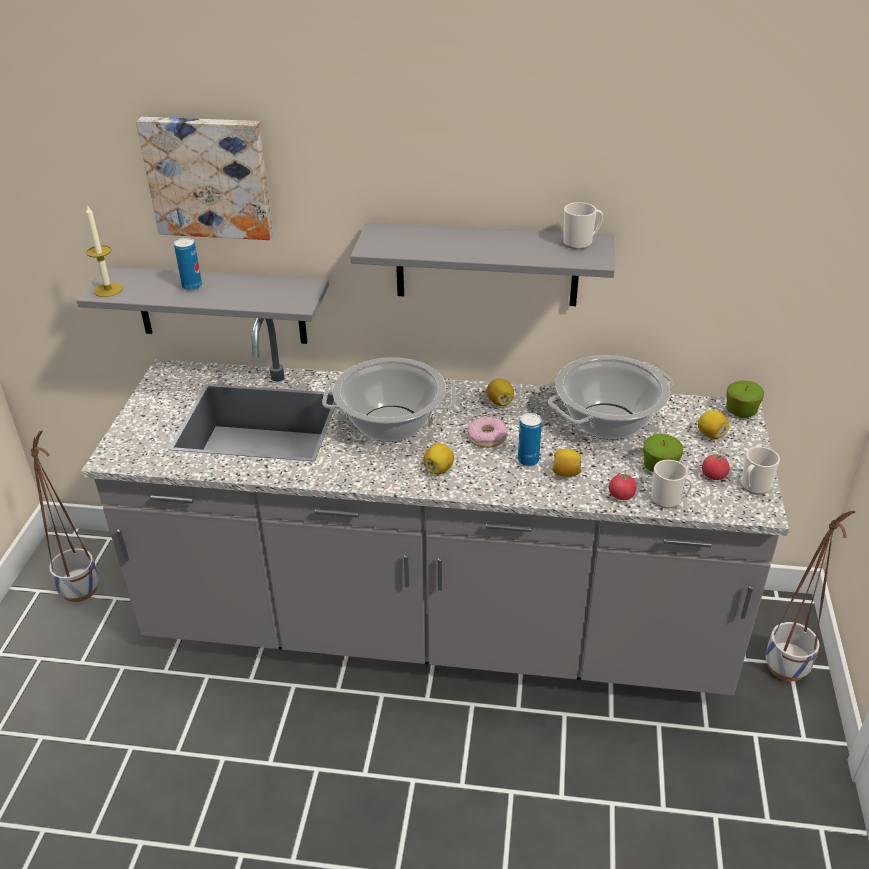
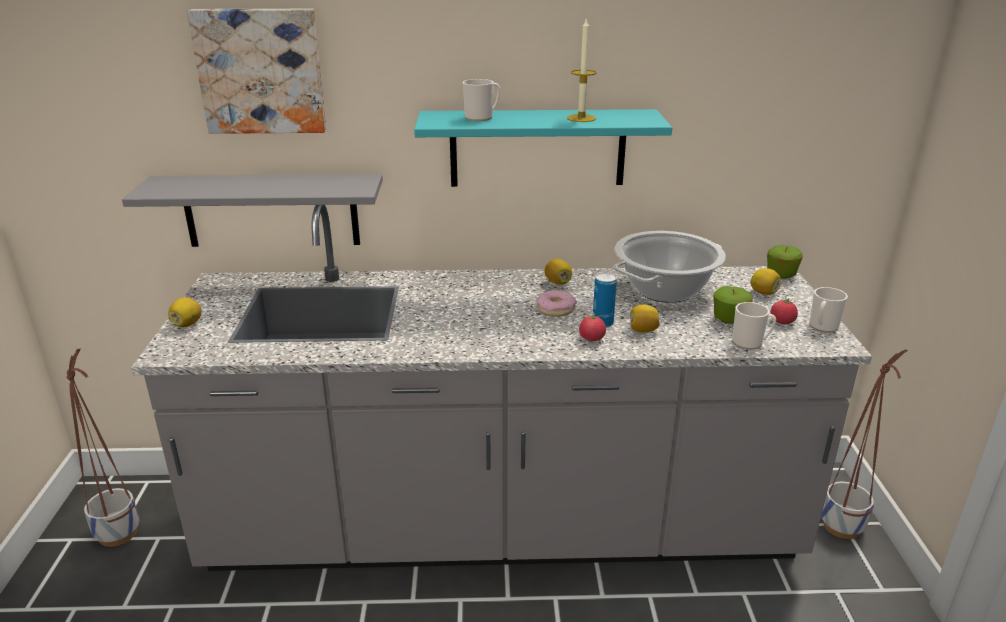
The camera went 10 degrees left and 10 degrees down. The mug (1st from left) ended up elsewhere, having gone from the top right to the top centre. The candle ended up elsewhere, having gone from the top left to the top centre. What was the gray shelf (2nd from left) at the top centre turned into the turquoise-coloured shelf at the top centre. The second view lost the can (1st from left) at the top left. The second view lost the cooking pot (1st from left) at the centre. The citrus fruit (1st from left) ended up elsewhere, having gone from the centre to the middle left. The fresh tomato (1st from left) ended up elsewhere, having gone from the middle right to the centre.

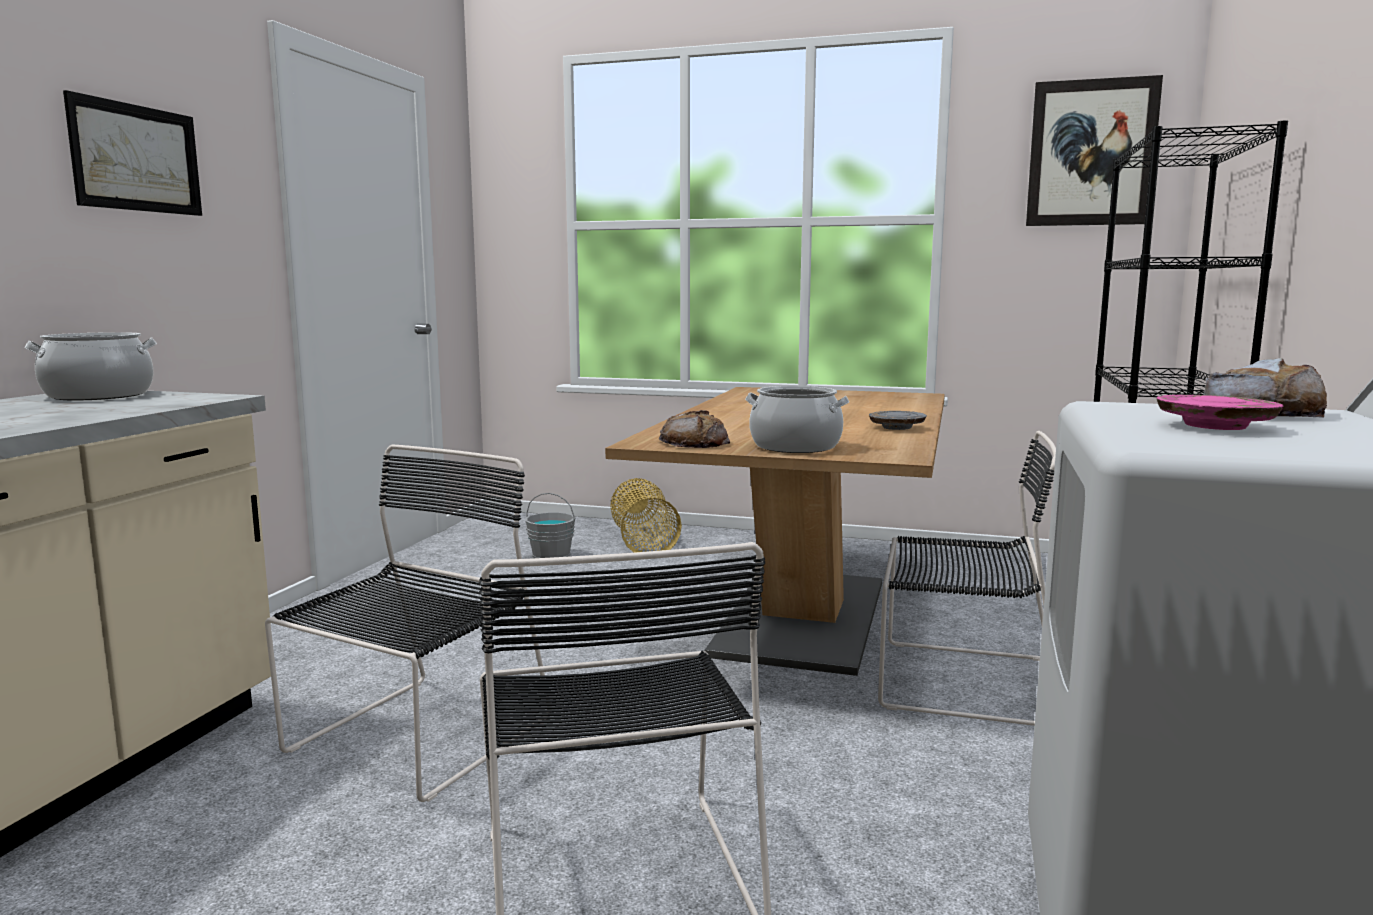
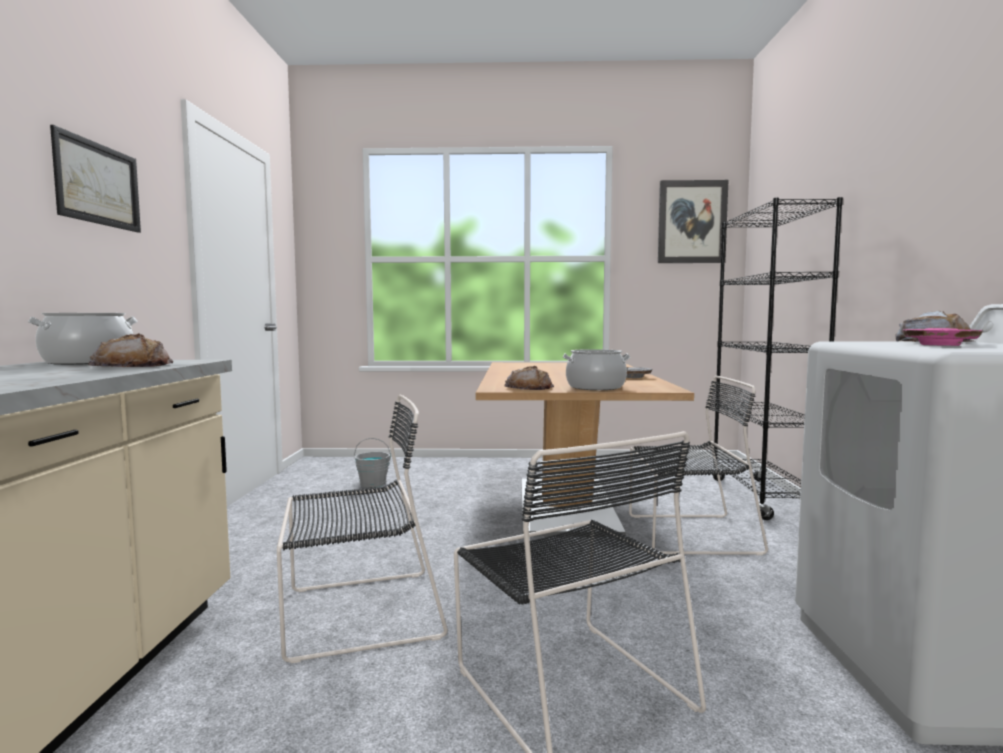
The camera went 15 degrees left and 5 degrees down. The black-coloured plain chair (1st from left) at the bottom left ended up facing another way, 60 degrees clockwise from before. The second view lost the household basket at the centre. The second view gained the bread (1st from left) at the middle left.

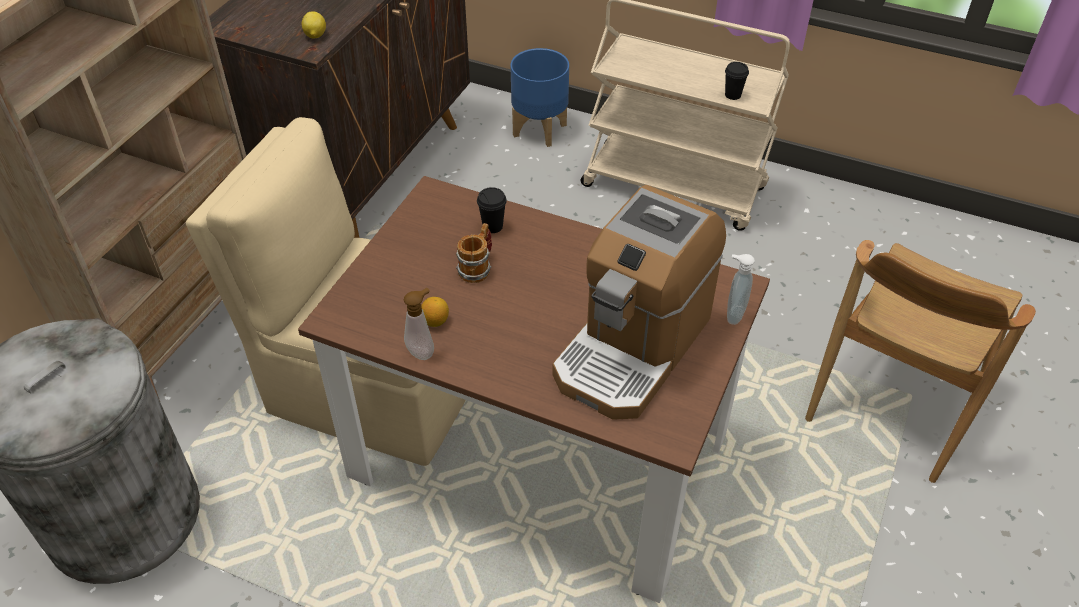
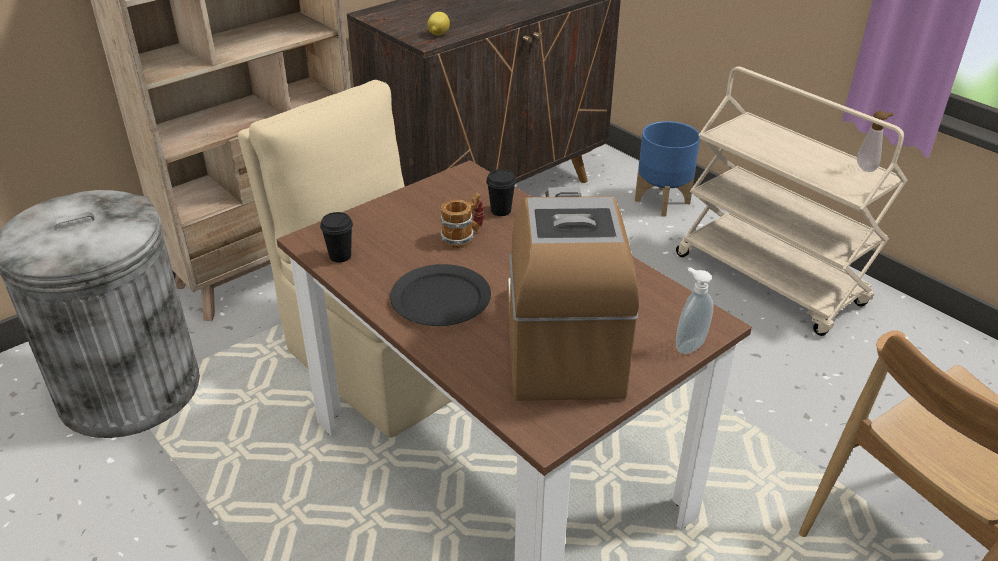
The camera went 25 degrees right and 10 degrees down. The black-coloured drinking cup (2nd from left in the first image) ended up elsewhere, having gone from the top right to the centre. The coffee maker at the centre ended up facing another way, 120 degrees clockwise from before. The soap bottle (1st from left in the first image) ended up elsewhere, having gone from the centre to the top right. The second view lost the citrus fruit (2nd from left) at the centre. The second view gained the black-coloured flat dish at the centre.

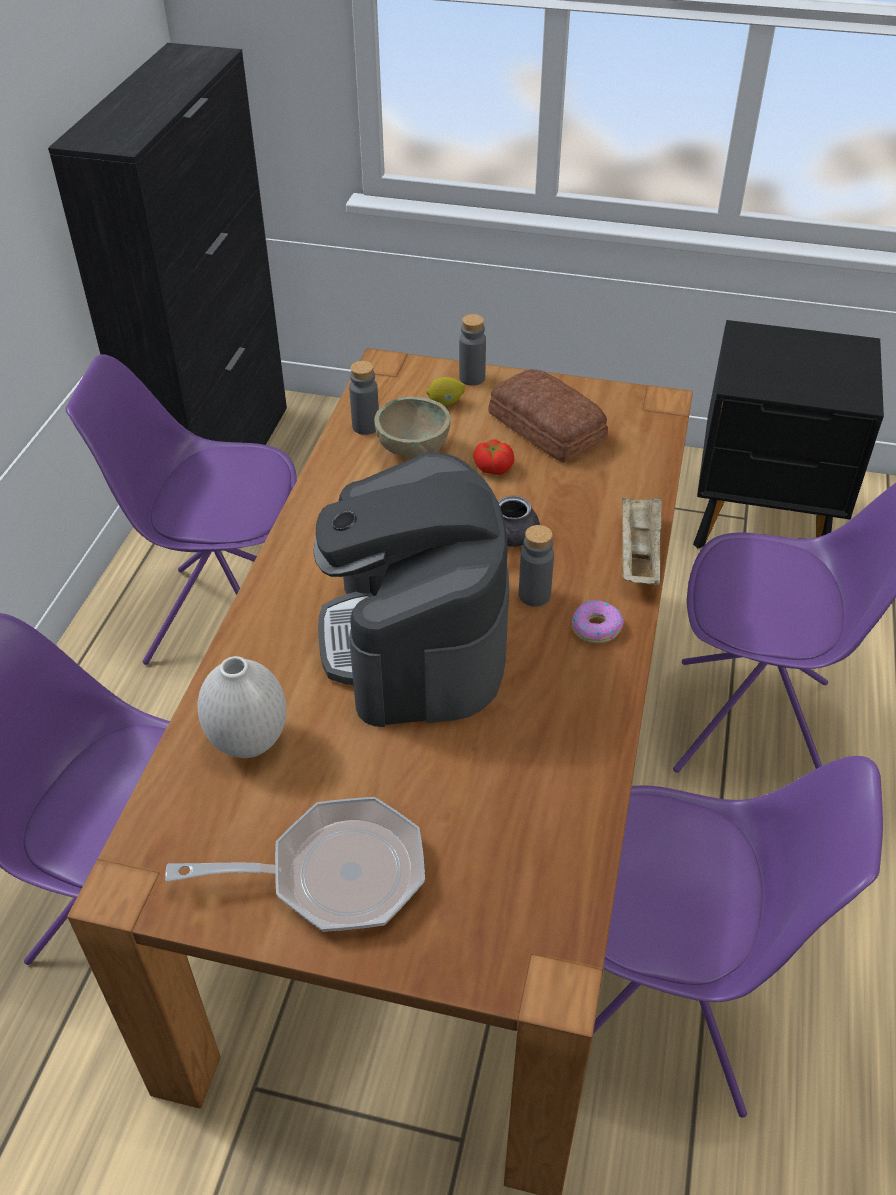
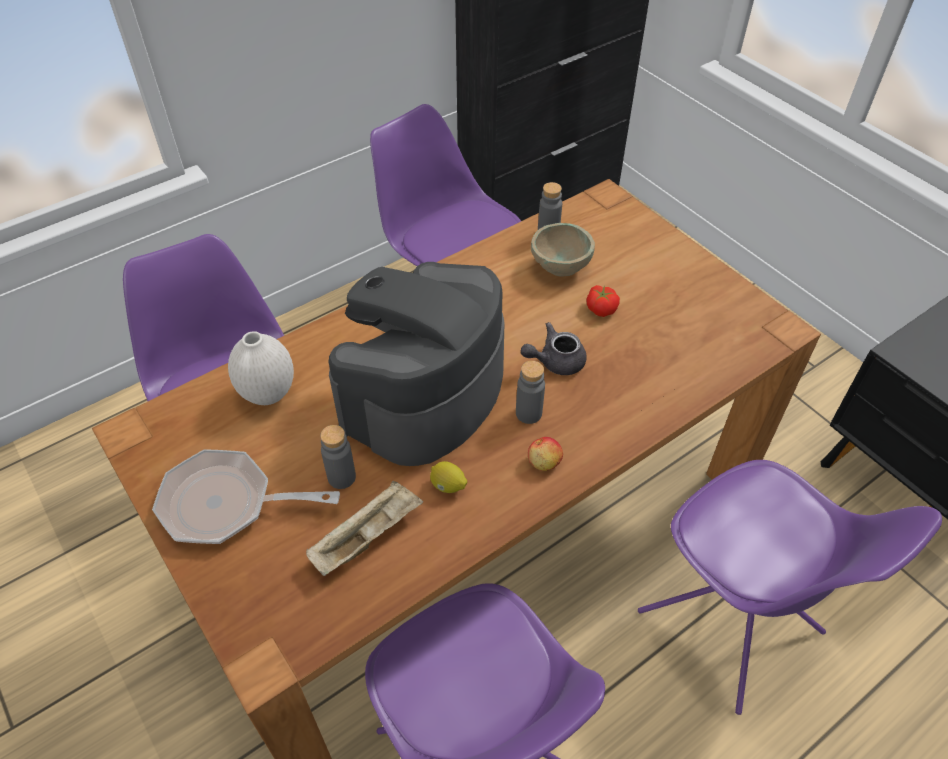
The camera went 40 degrees right and 5 degrees up. The gray beverage bottle (2nd from left in the first image) ended up elsewhere, having gone from the top centre to the centre. The second view lost the bread at the centre. The citrus fruit ended up elsewhere, having gone from the top centre to the centre. The beige-coloured serving tray ended up elsewhere, having gone from the middle right to the bottom centre. Where the ring doughnut stood at the middle right, the apple fruit came to stand at the centre. The frying pan at the bottom left ended up facing another way, 150 degrees clockwise from before.

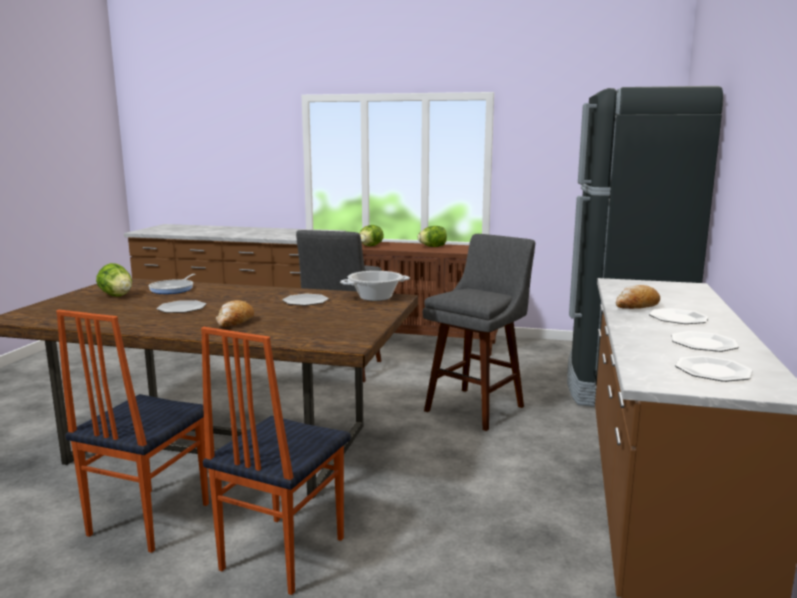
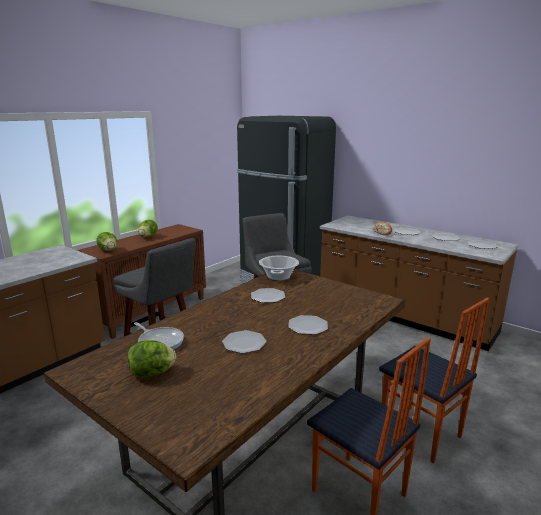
The camera went 65 degrees left and 5 degrees up. Where the bread (1st from left) stood at the middle left, the flat dish (3rd from left) came to stand at the centre.

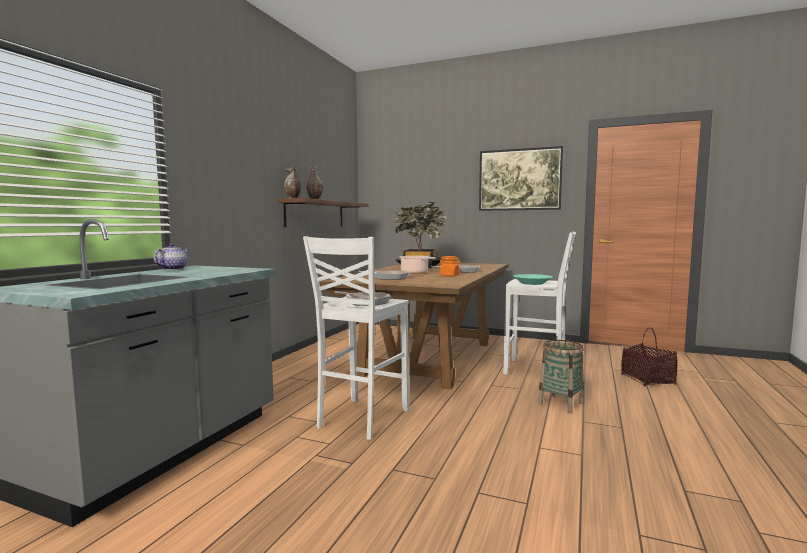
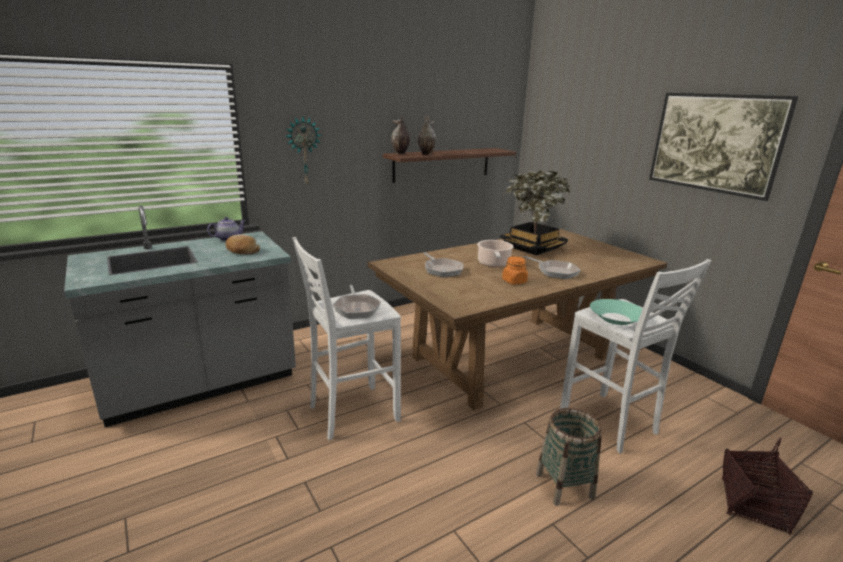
The camera went 35 degrees right and 15 degrees up. The second view gained the hanging clock at the top centre. The second view gained the bread at the middle left.

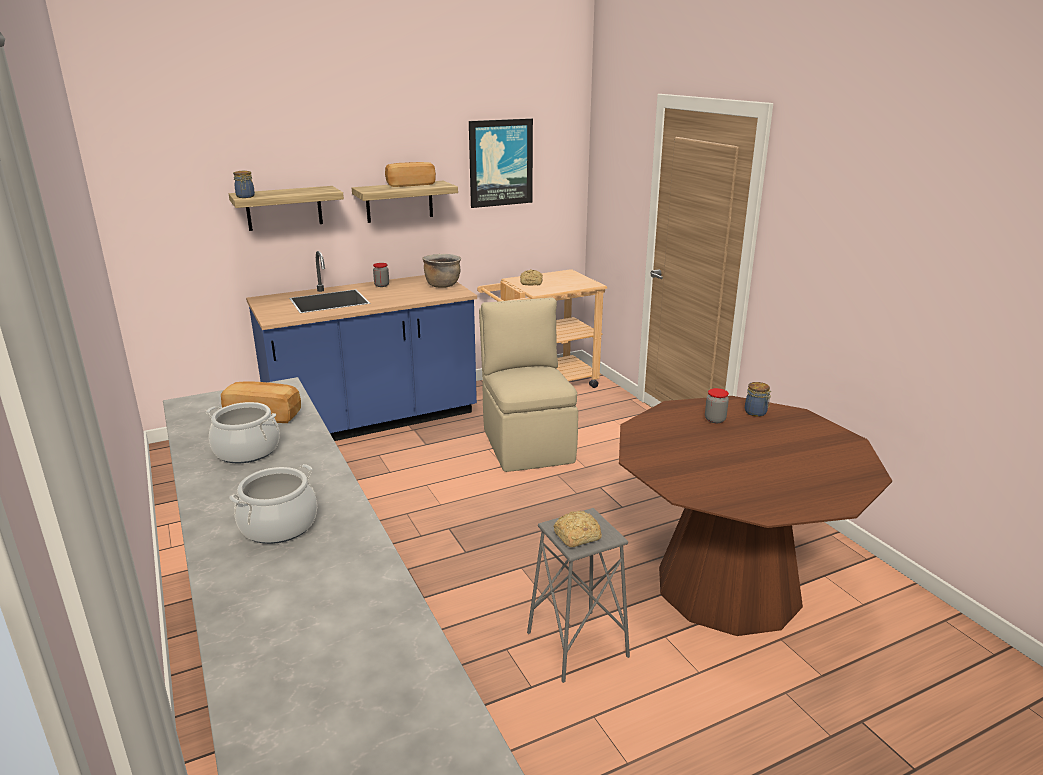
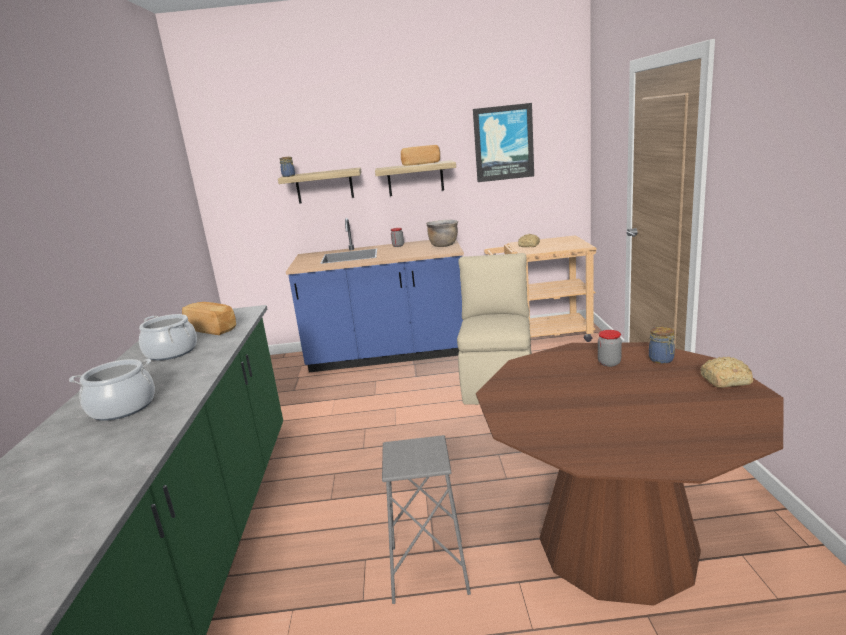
The camera went 25 degrees right and 5 degrees down. The bread (4th from left) ended up elsewhere, having gone from the bottom centre to the middle right.

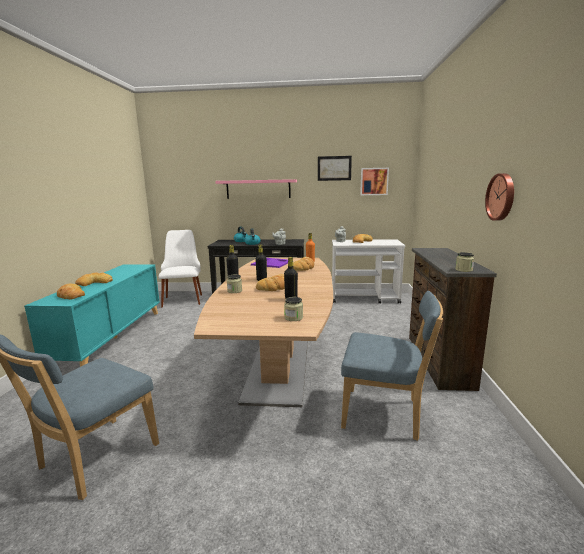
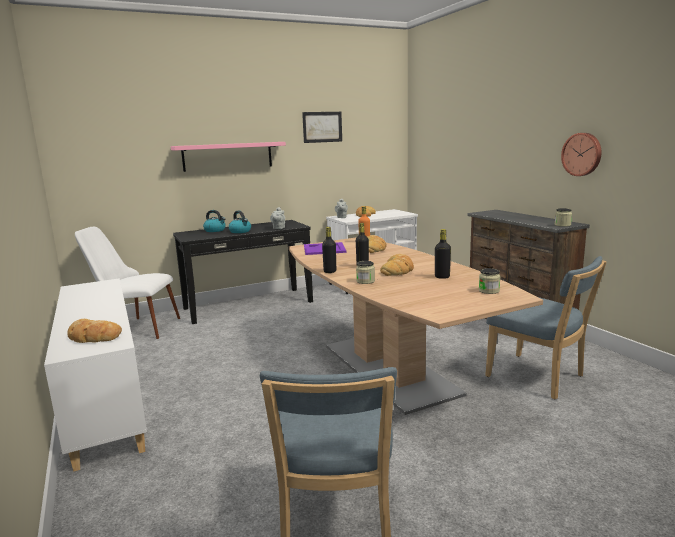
The camera went 30 degrees left and 0 degrees up. The second view lost the wall art (2nd from left) at the top centre. The white-coloured plain chair at the middle left ended up facing another way, 45 degrees counterclockwise from before. What was the turquoise-coloured storage cabinet at the middle left turned into the white-coloured storage cabinet at the bottom left. The second view lost the bread (2nd from left) at the middle left. The blue-coloured plain chair (2nd from left) at the middle right ended up facing another way, 60 degrees clockwise from before.

